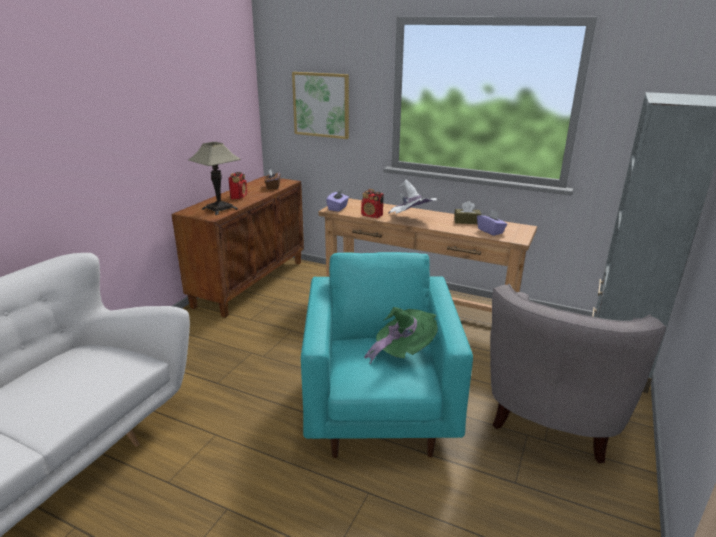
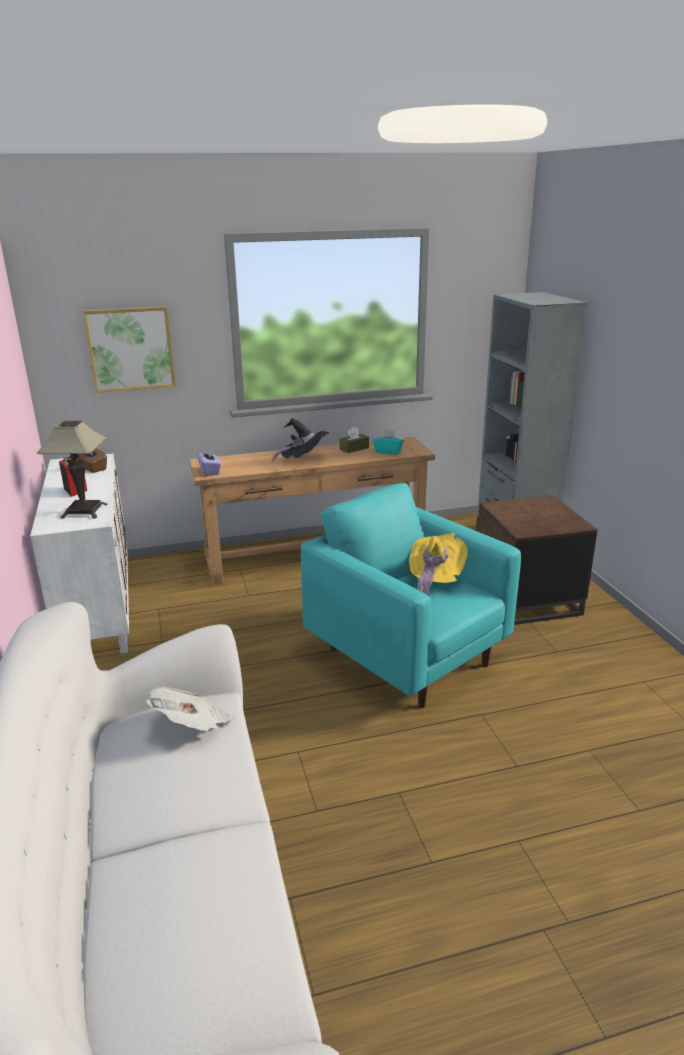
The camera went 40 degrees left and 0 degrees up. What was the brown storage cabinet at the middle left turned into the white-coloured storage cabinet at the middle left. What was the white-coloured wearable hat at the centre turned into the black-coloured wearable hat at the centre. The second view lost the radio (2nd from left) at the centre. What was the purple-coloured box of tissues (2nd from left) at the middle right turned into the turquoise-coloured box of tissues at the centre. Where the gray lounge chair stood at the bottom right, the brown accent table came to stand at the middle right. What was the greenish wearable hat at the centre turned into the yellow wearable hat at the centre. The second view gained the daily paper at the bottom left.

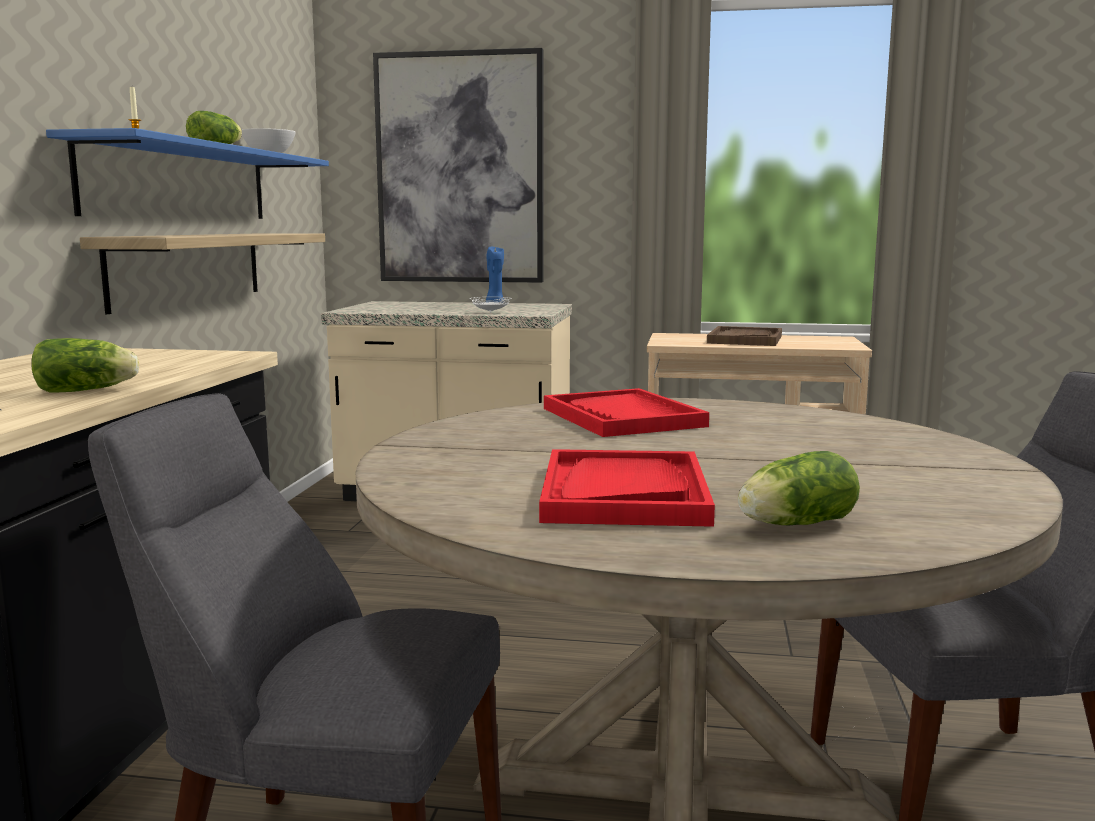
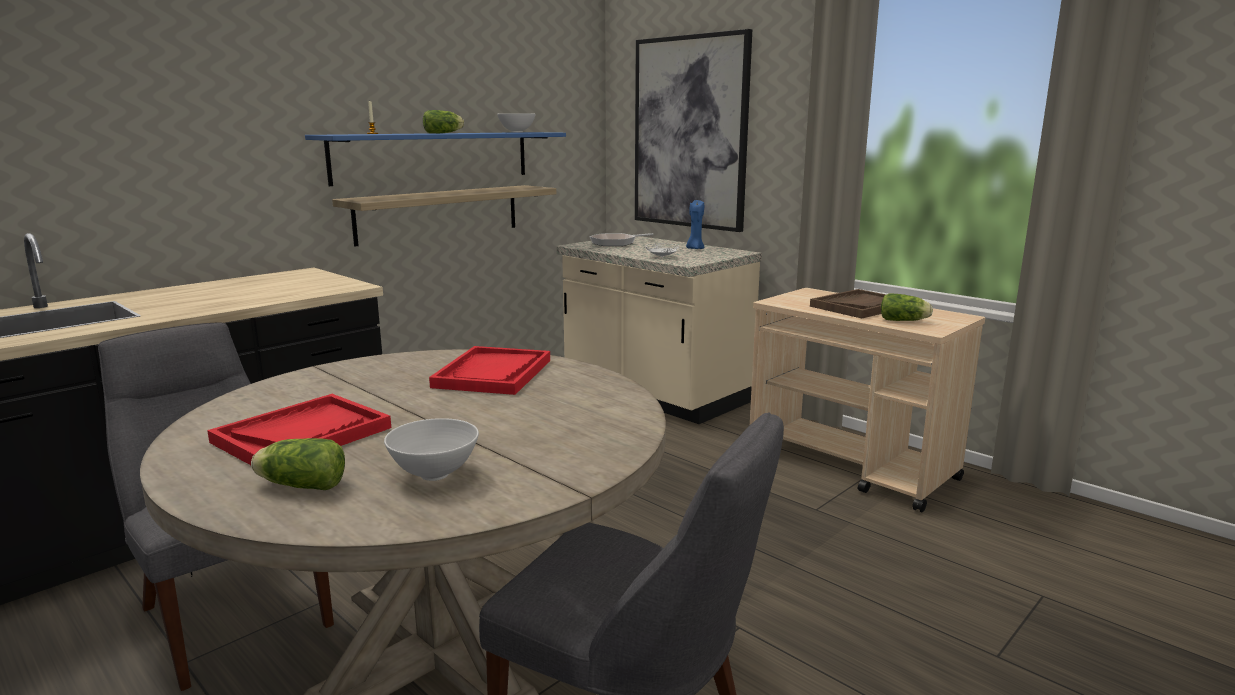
The camera went 35 degrees right and 5 degrees up. The head of lettuce (1st from left in the first image) ended up elsewhere, having gone from the middle left to the middle right. The second view gained the frying pan at the centre. The second view gained the white-coloured deep dish (1st from left) at the centre.

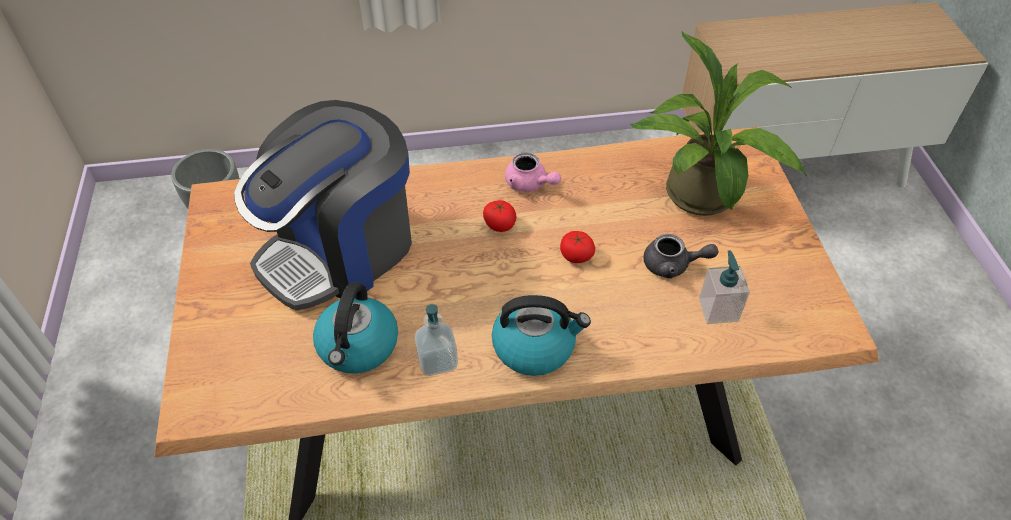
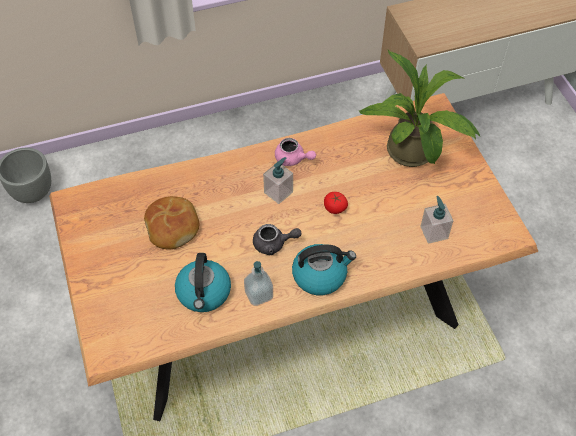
The camera went 10 degrees left and 5 degrees up. Where the coffee maker stood at the middle left, the bread came to stand at the middle left. Where the fresh tomato (1st from left) stood at the centre, the soap bottle (2nd from left) came to stand at the centre. The gray pot for tea ended up elsewhere, having gone from the middle right to the centre.

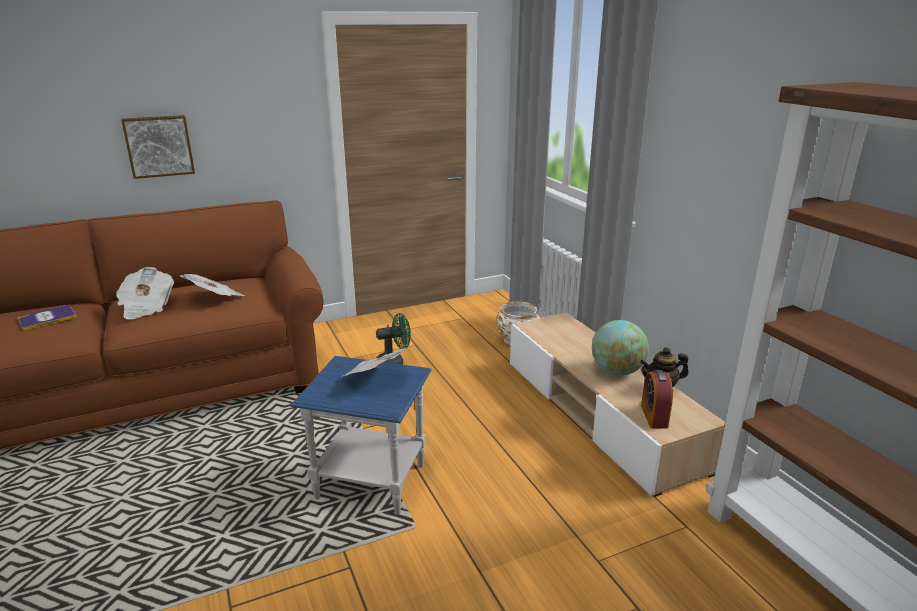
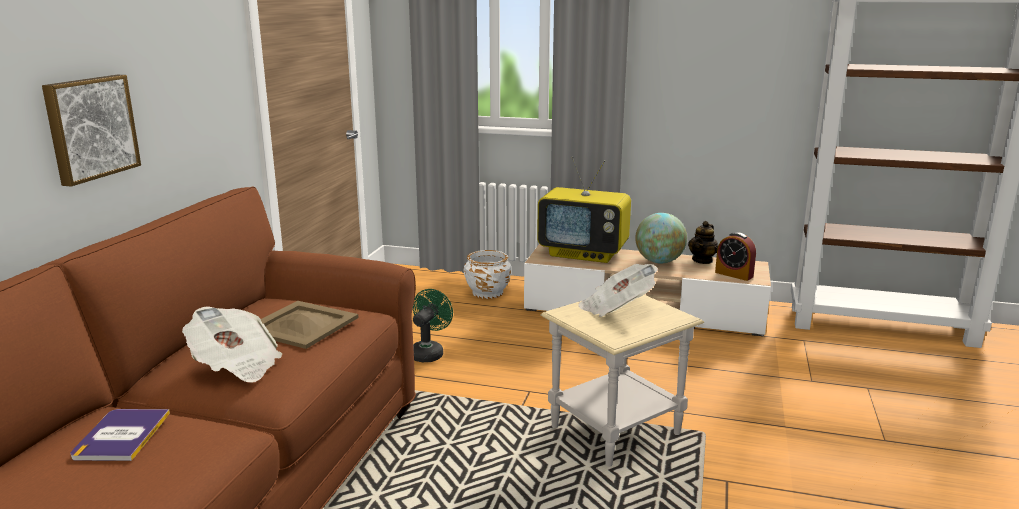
The camera went 50 degrees left and 5 degrees down. Where the daily paper (2nd from left) stood at the middle left, the beige-coloured serving tray came to stand at the middle left. What was the blue-coloured accent table at the bottom centre turned into the beige-coloured accent table at the bottom centre. The second view gained the TV set at the centre.

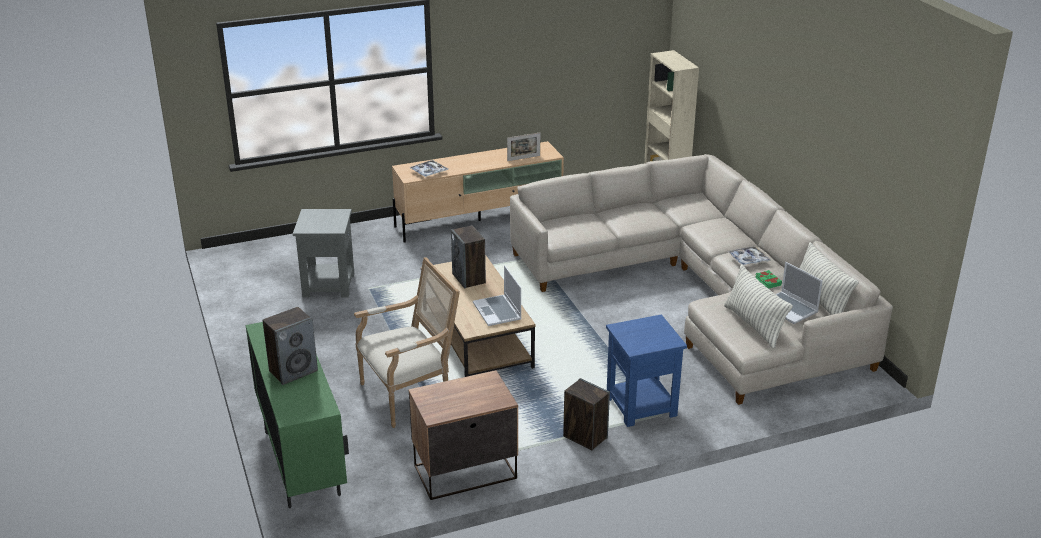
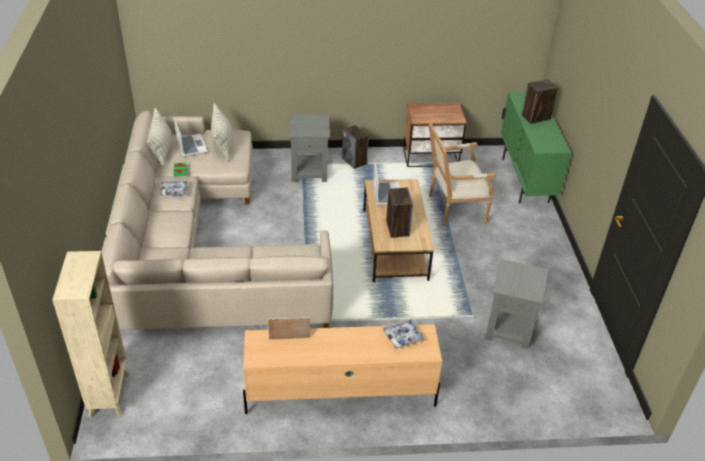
The camera went 165 degrees left and 10 degrees up. What was the blue-coloured accent table at the bottom centre turned into the gray accent table (1st from left) at the top centre.

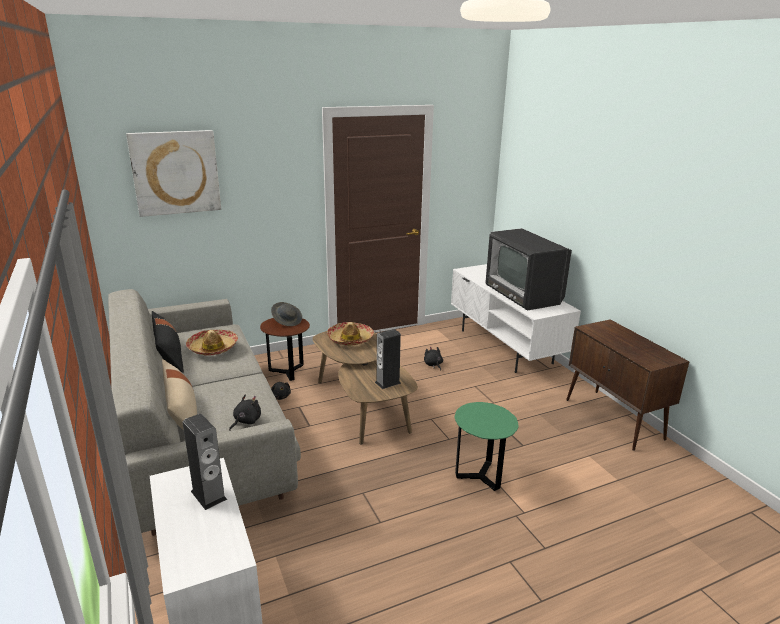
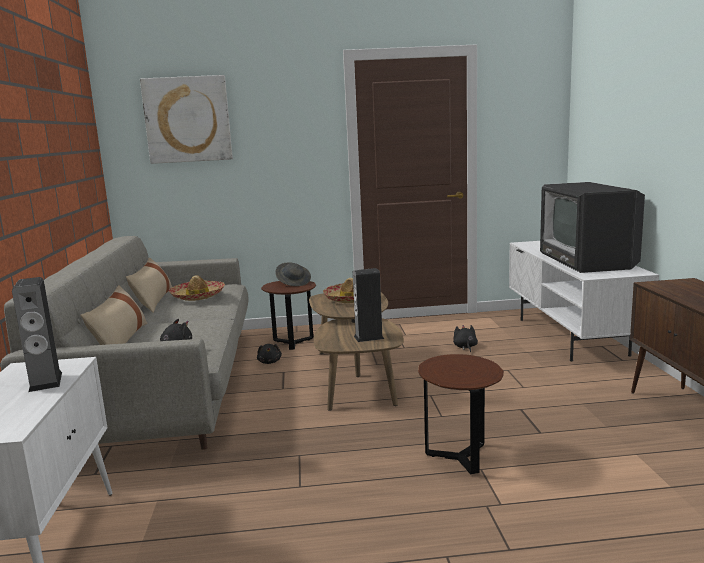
The camera went 20 degrees right and 10 degrees down. What was the black-coloured pillow at the middle left turned into the beige-coloured pillow (2nd from left) at the middle left. What was the greenish accent table at the bottom centre turned into the brown accent table (2nd from left) at the bottom centre.

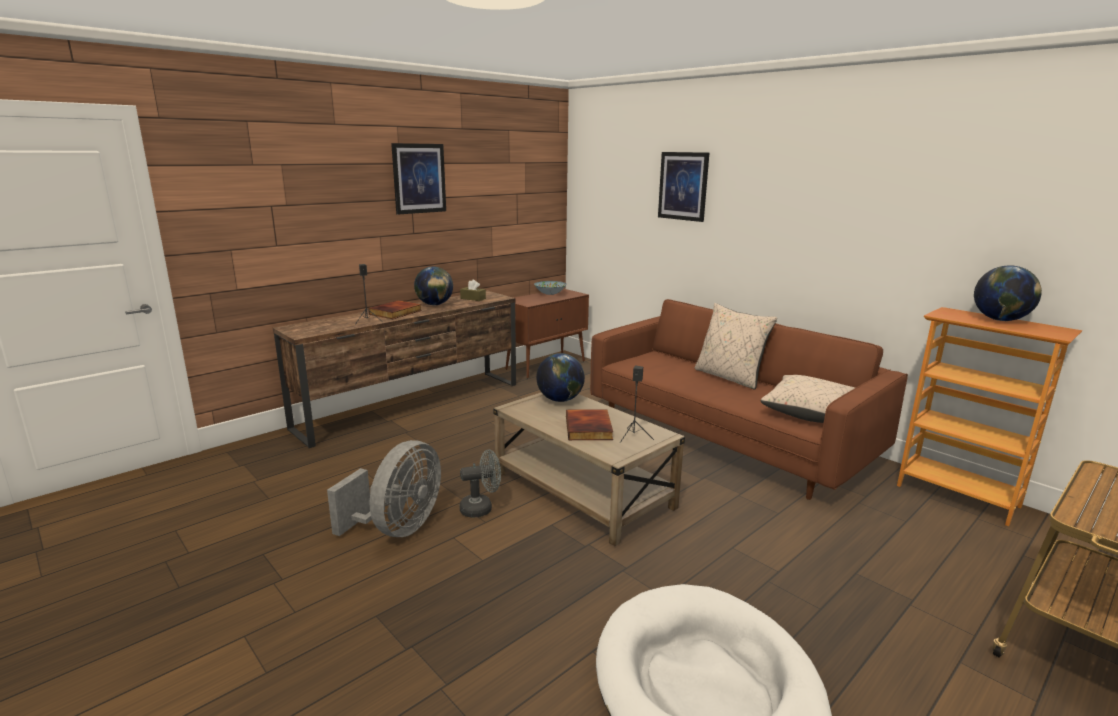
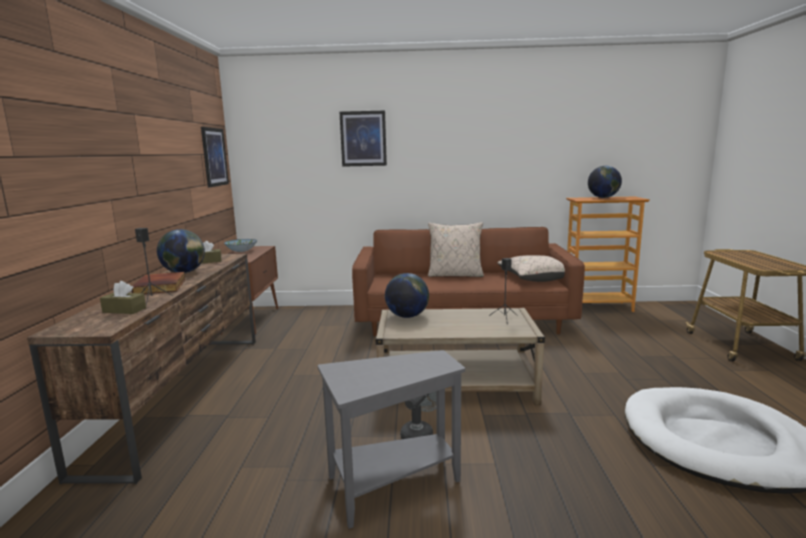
The camera went 45 degrees left and 5 degrees down. The wall art (1st from left) ended up elsewhere, having gone from the top centre to the top left. The second view lost the bound book (2nd from left) at the centre. Where the gray electric fan (1st from left) stood at the bottom centre, the gray accent table came to stand at the bottom centre. The second view gained the brown box of tissues (1st from left) at the middle left.

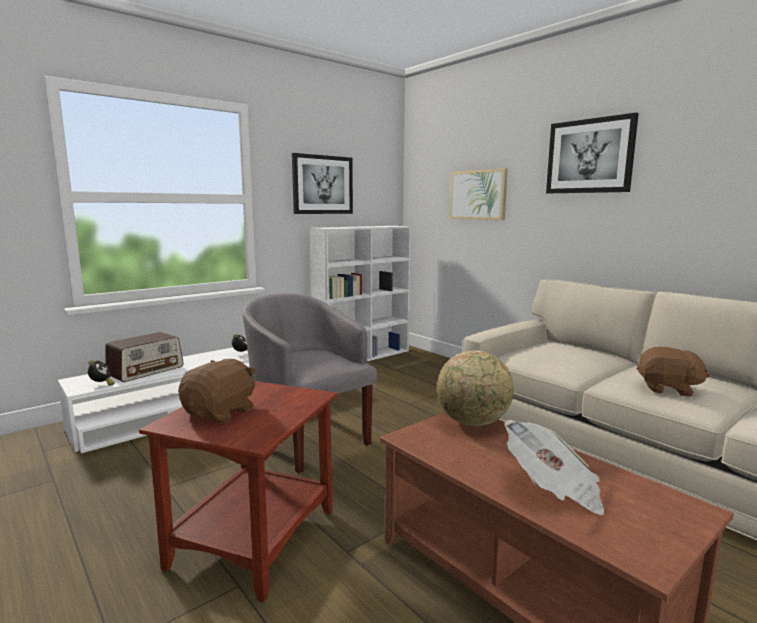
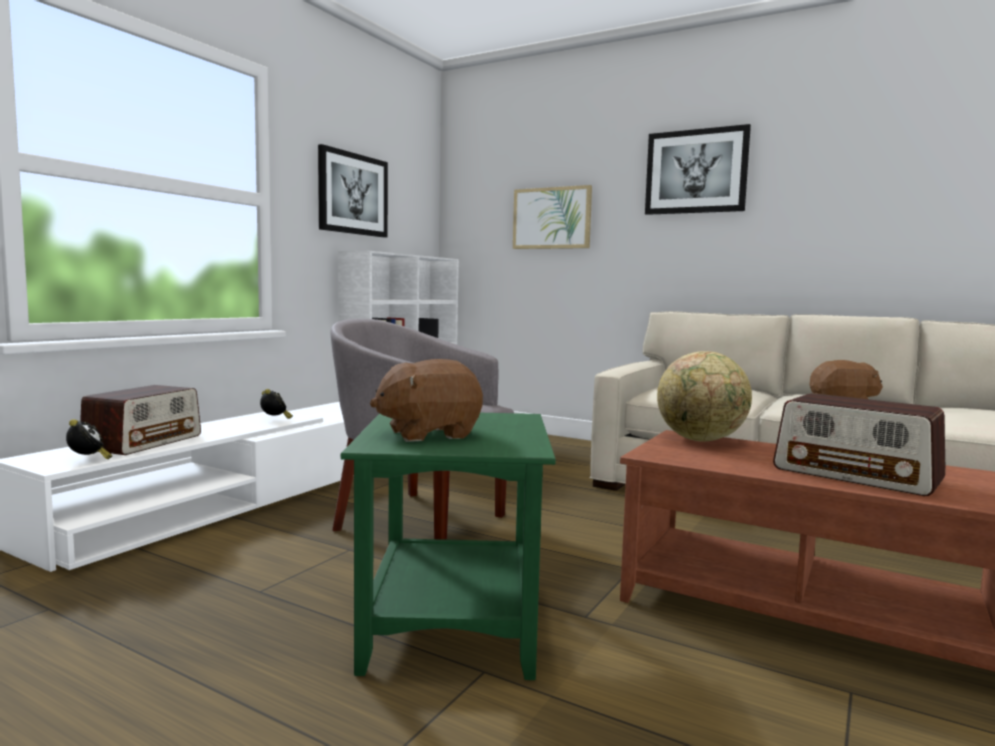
The camera went 20 degrees left and 5 degrees down. The brown soft toy (1st from left) at the middle left ended up facing another way, 120 degrees counterclockwise from before. What was the brown accent table at the bottom left turned into the greenish accent table at the bottom centre. Where the daily paper stood at the bottom right, the radio (2nd from left) came to stand at the middle right.

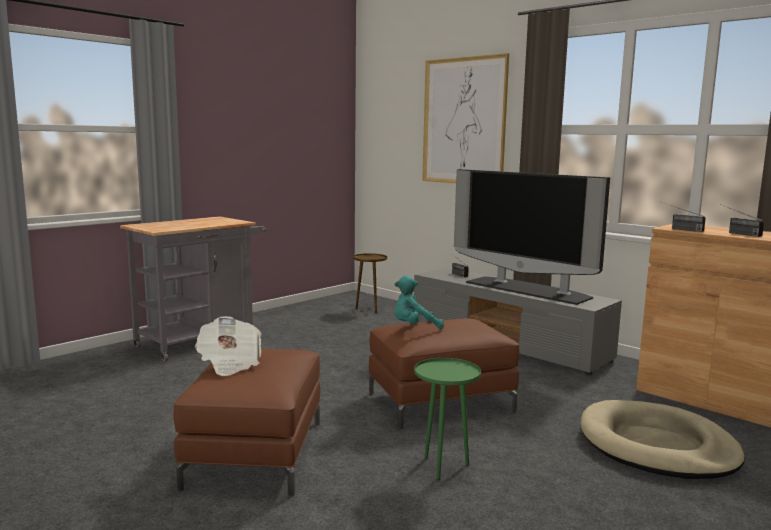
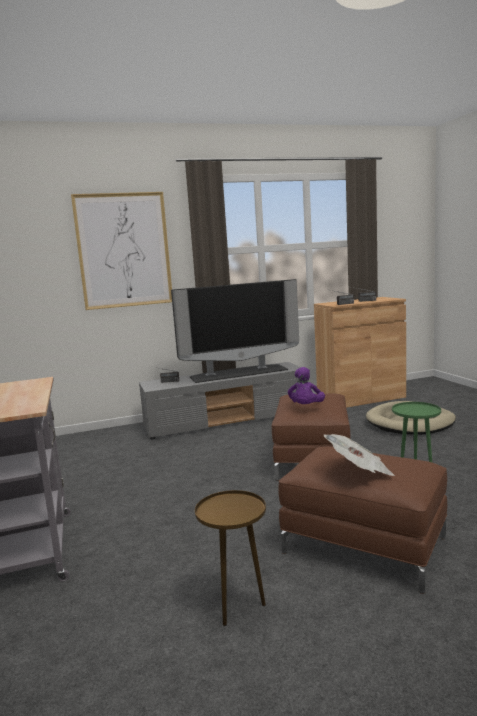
The camera went 60 degrees left and 0 degrees up. The brown accent table ended up elsewhere, having gone from the centre to the bottom centre. What was the turquoise-coloured soft toy at the centre turned into the purple-coloured soft toy at the centre.

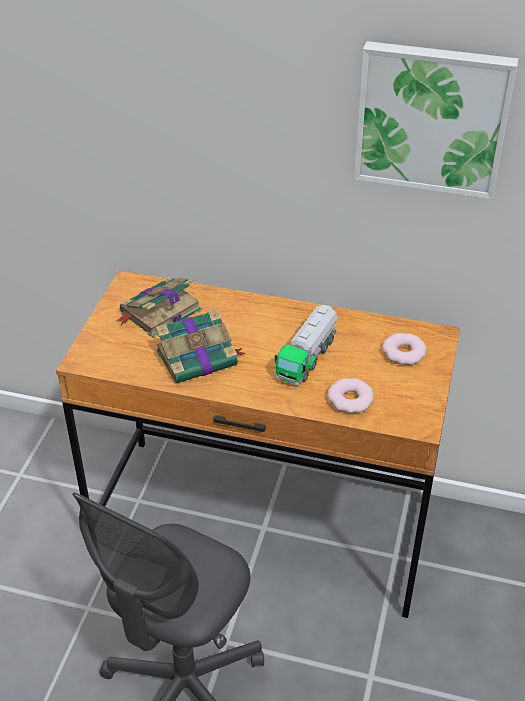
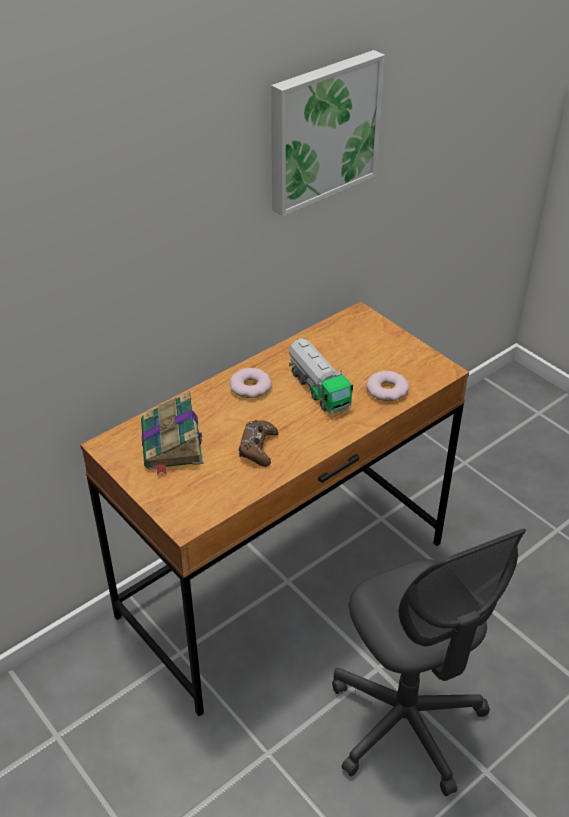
The camera went 55 degrees left and 0 degrees up. Where the bound book (2nd from left) stood at the centre, the brown game controller came to stand at the centre. The ring doughnut (2nd from left in the first image) ended up elsewhere, having gone from the middle right to the centre.

